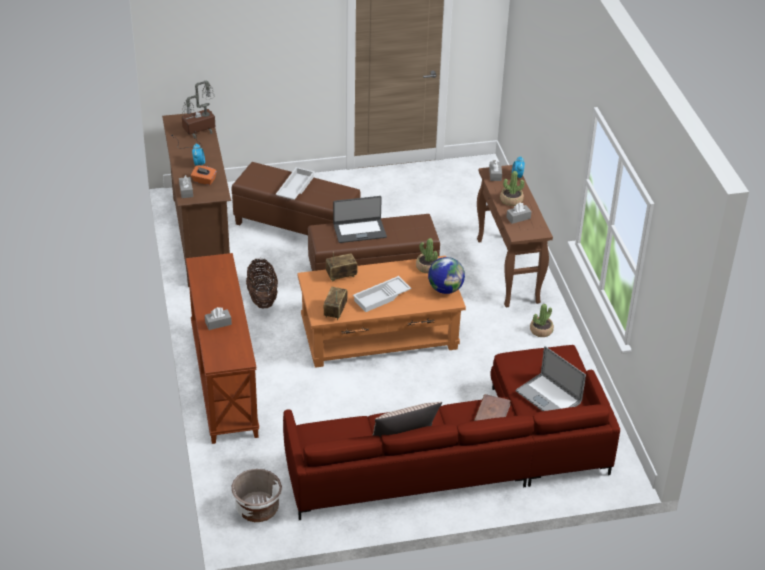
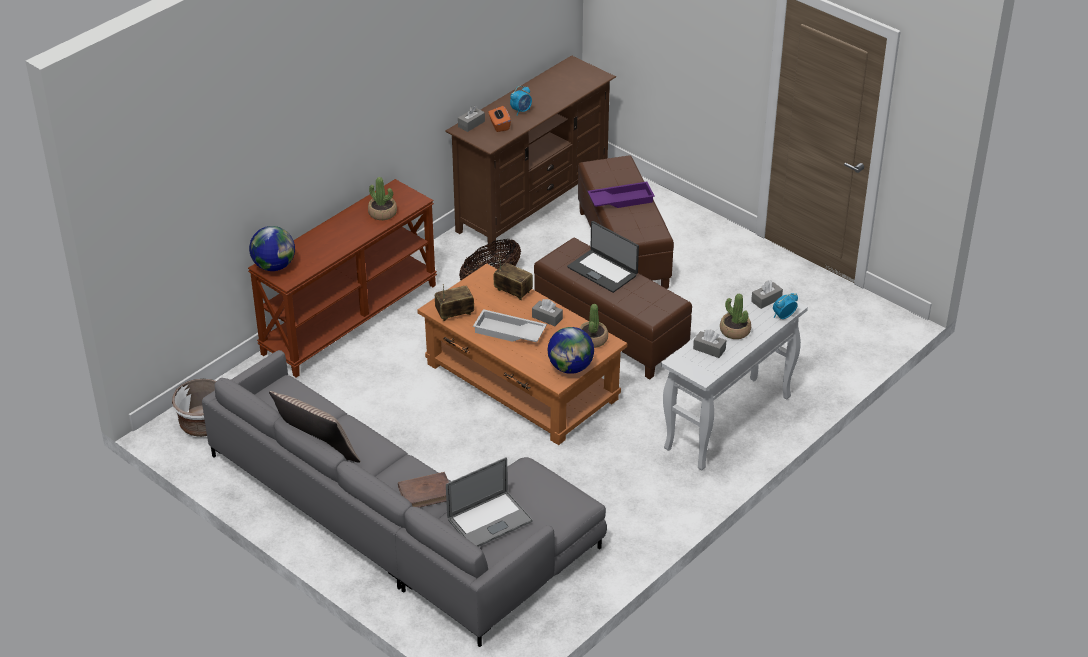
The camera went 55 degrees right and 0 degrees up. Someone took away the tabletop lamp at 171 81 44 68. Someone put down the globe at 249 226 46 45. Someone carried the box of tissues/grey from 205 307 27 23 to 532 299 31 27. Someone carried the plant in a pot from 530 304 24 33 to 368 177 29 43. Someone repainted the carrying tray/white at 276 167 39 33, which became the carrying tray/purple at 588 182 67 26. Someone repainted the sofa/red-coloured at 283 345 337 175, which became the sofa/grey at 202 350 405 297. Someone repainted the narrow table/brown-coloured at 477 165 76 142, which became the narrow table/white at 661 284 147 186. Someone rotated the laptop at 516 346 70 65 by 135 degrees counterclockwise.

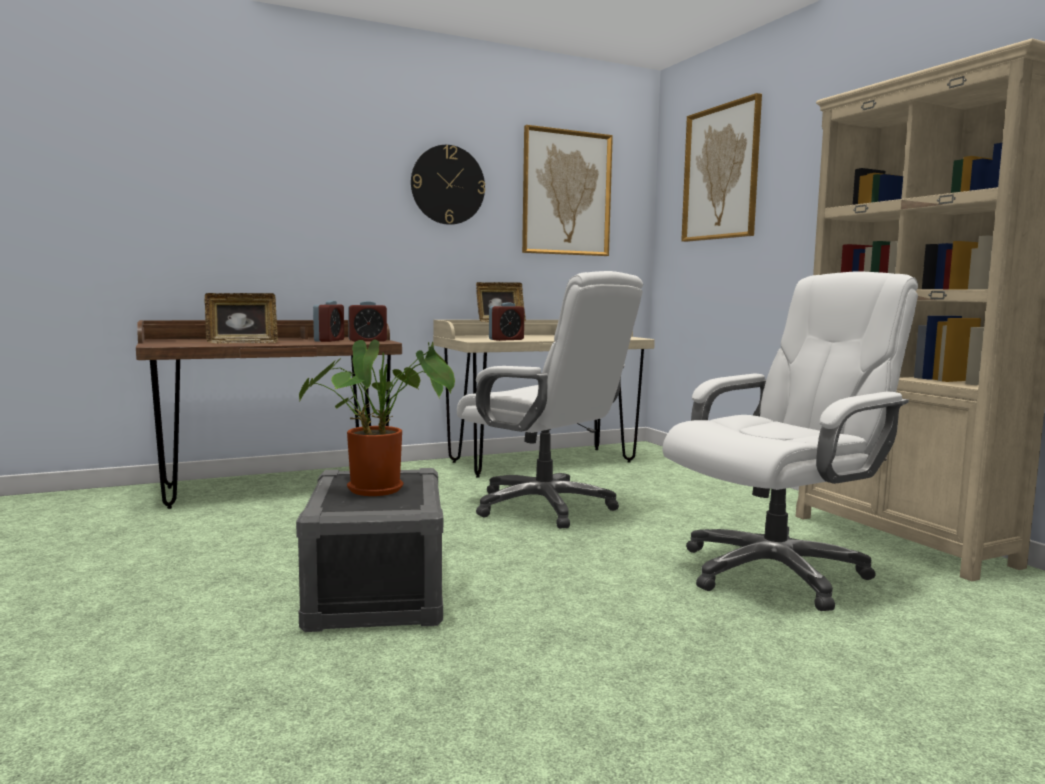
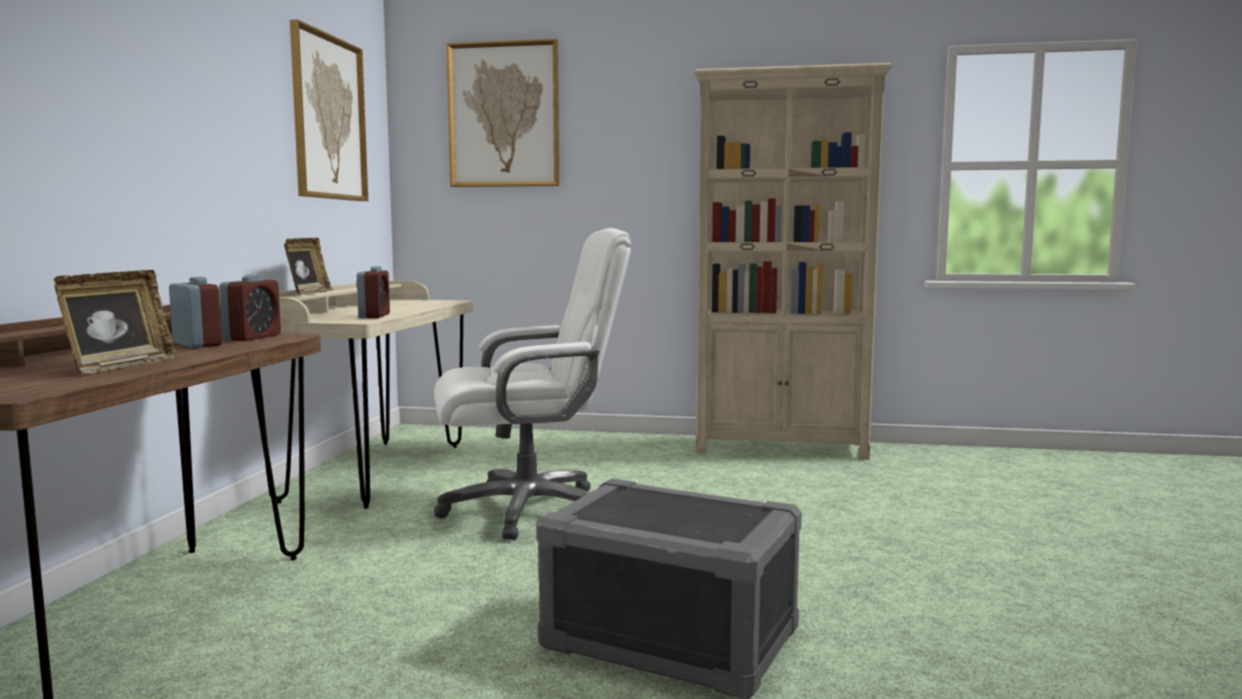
The camera went 55 degrees left and 0 degrees up. Someone took away the plant in a pot at 299 340 156 156. Someone took away the wall clock at 411 145 74 80. Someone took away the office chair/white at 662 271 256 340.

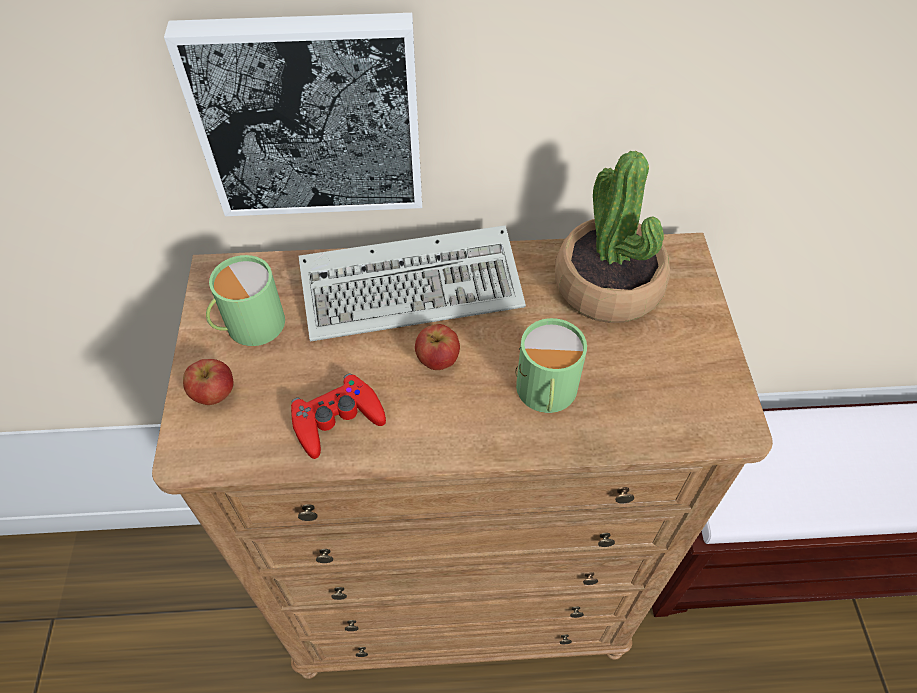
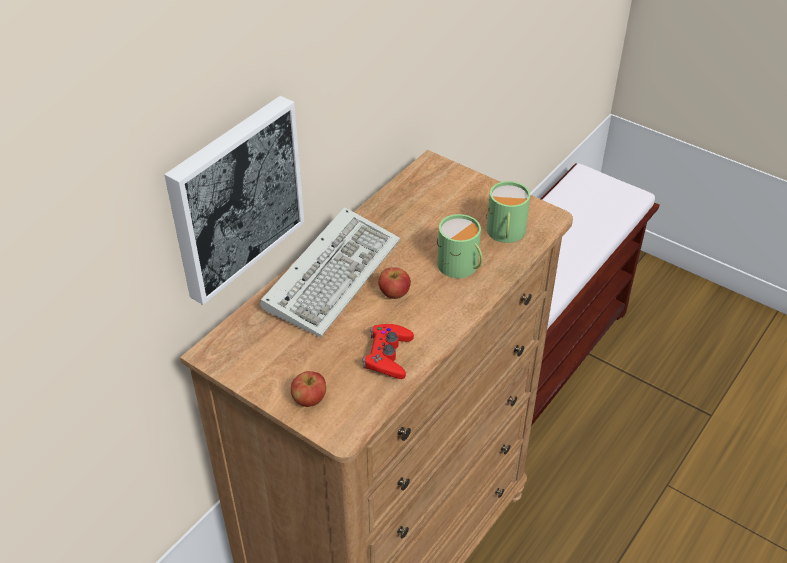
The camera went 50 degrees left and 10 degrees down. Someone took away the plant in a pot at 555 151 115 172. Someone carried the coffee mug/green from 206 255 79 91 to 486 181 44 62.

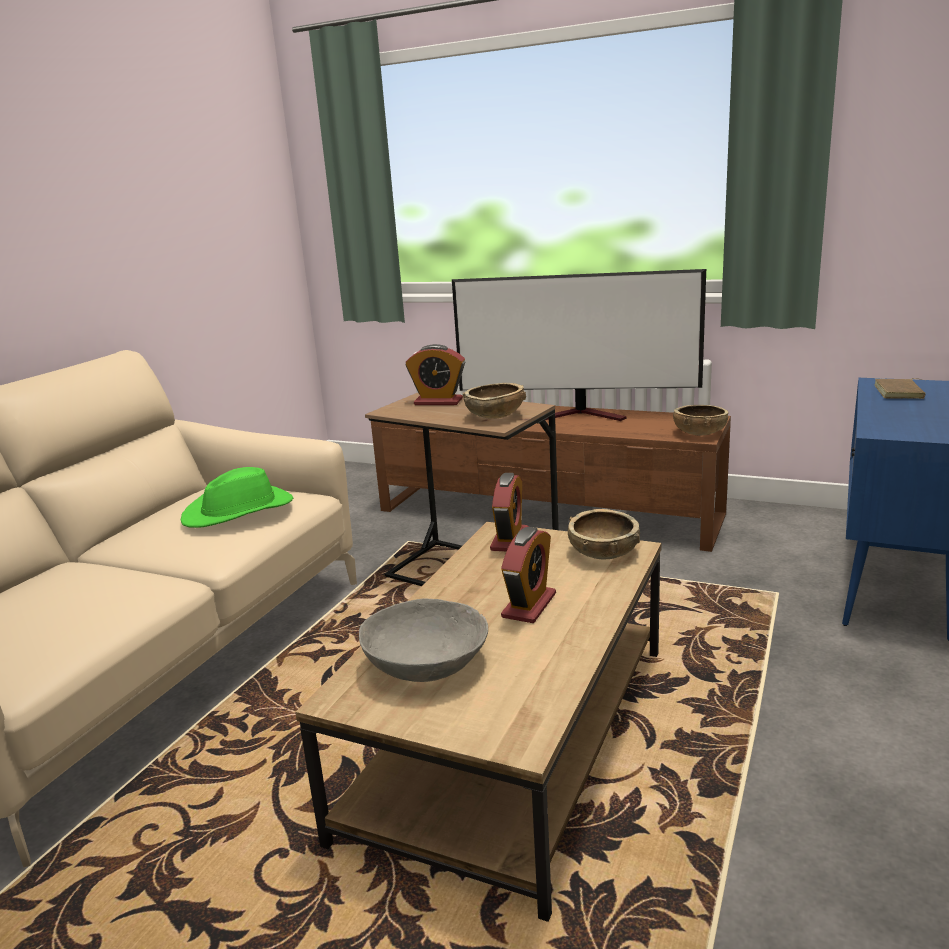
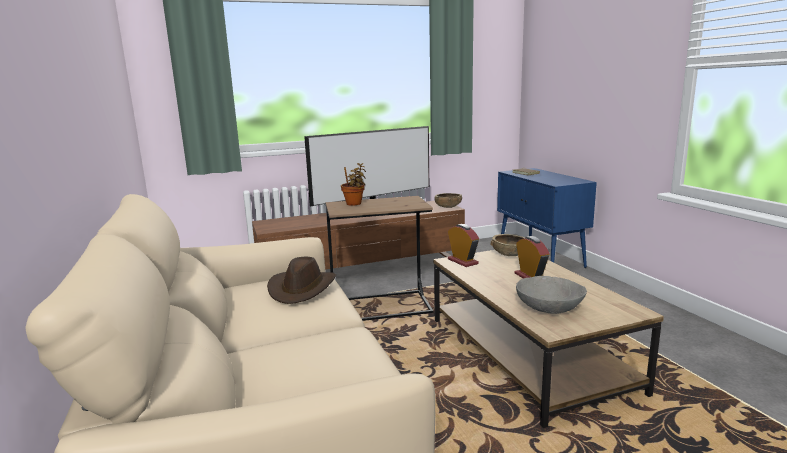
The camera went 45 degrees left and 5 degrees down. Someone took away the bowl/brown-coloured at 463 383 63 36. Someone swapped the table clock at 405 344 60 61 for the plant in a pot at 341 163 25 42. Someone repainted the wearable hat/green at 181 467 113 61, which became the wearable hat/brown-coloured at 267 257 69 47.

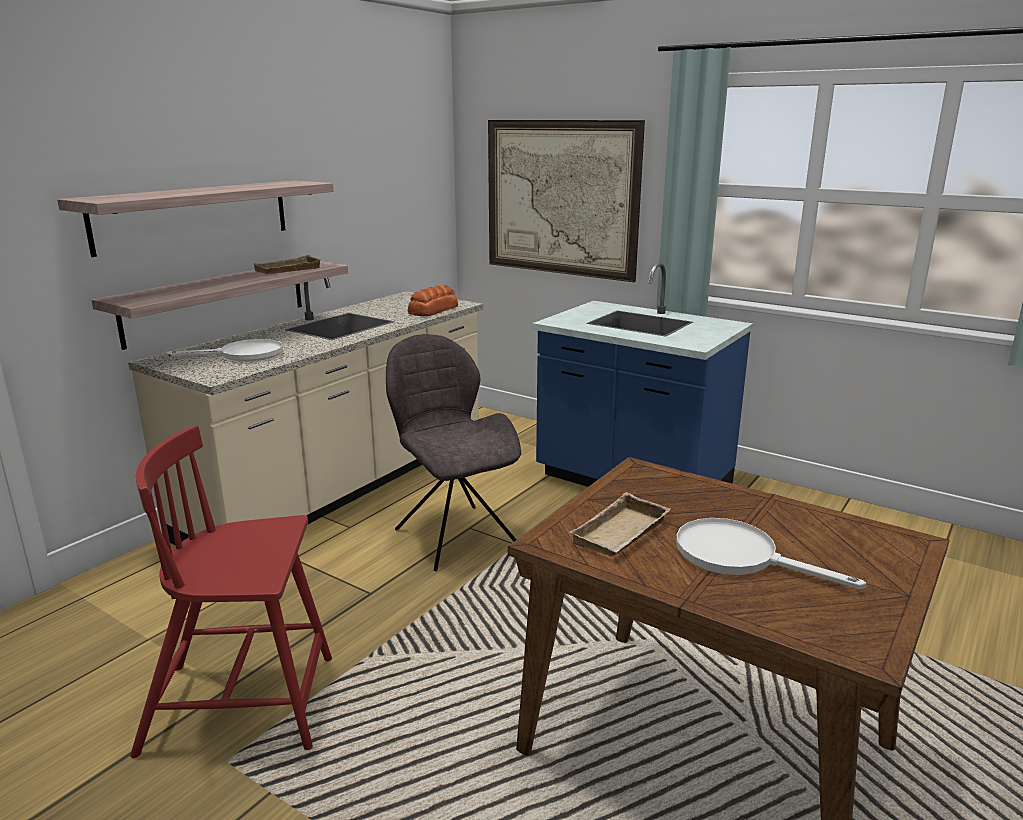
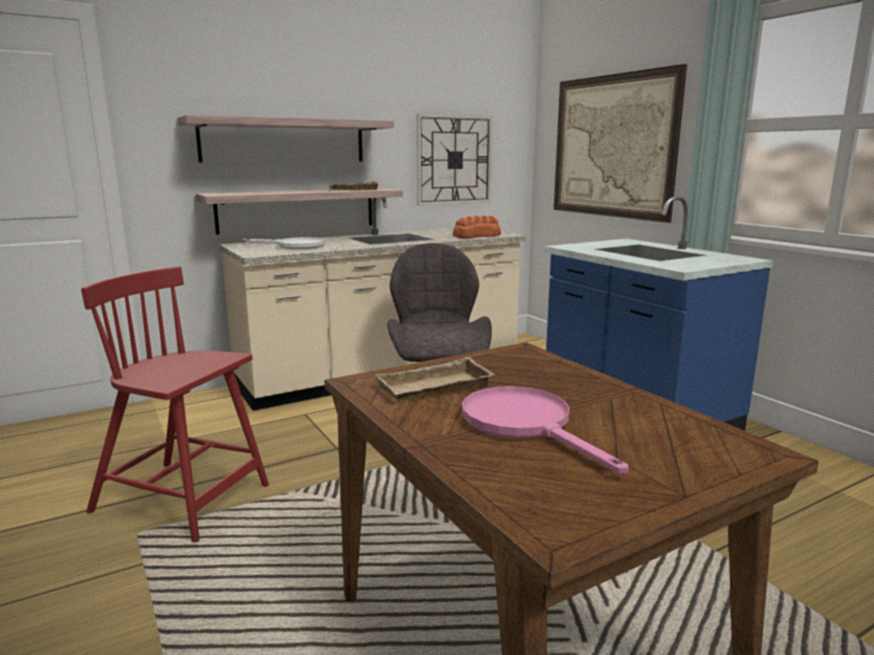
The camera went 25 degrees right and 5 degrees down. Someone put up the wall clock at 416 114 77 92. Someone repainted the pan/white at 676 518 190 71, which became the pan/pink-coloured at 462 386 166 88.

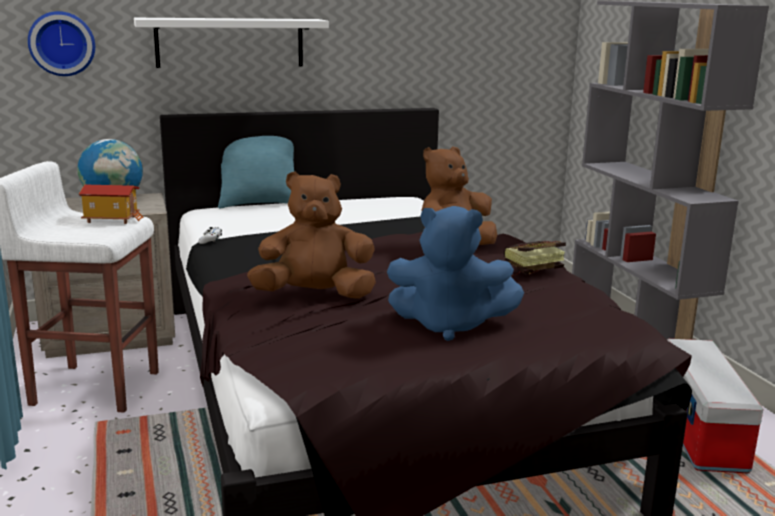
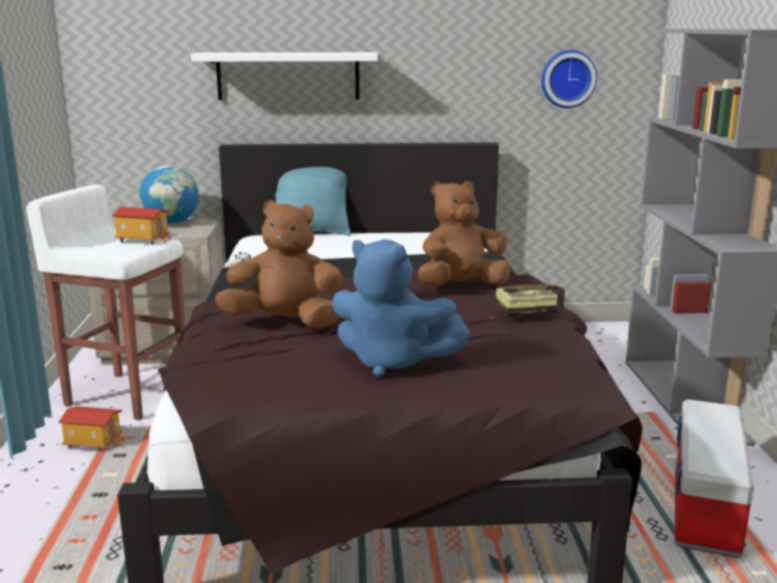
The camera went 15 degrees right and 0 degrees up. Someone put down the toy house at 59 406 66 44. Someone carried the wall clock from 28 11 67 65 to 541 50 56 58.

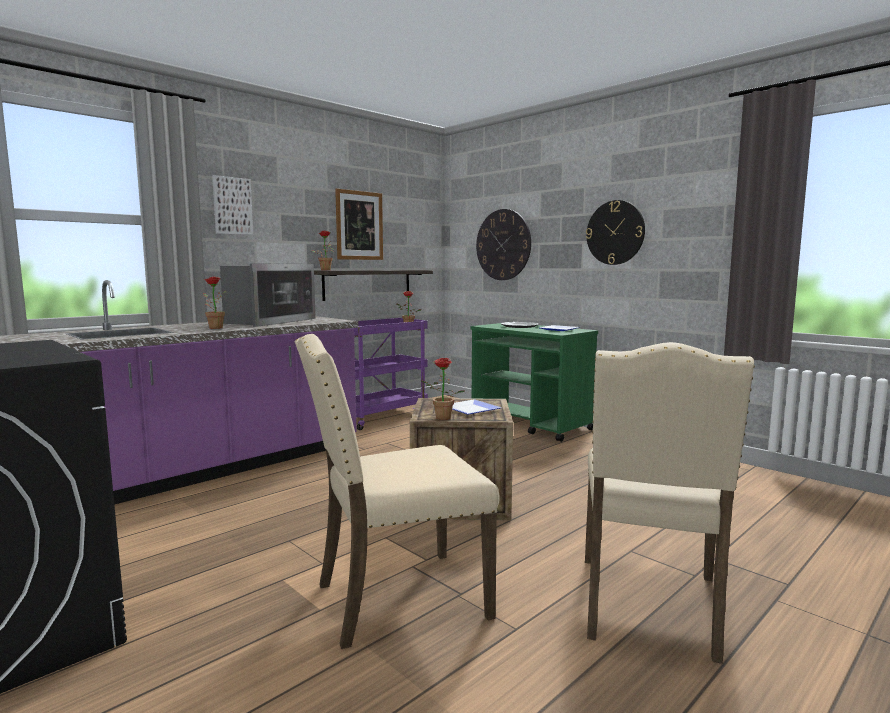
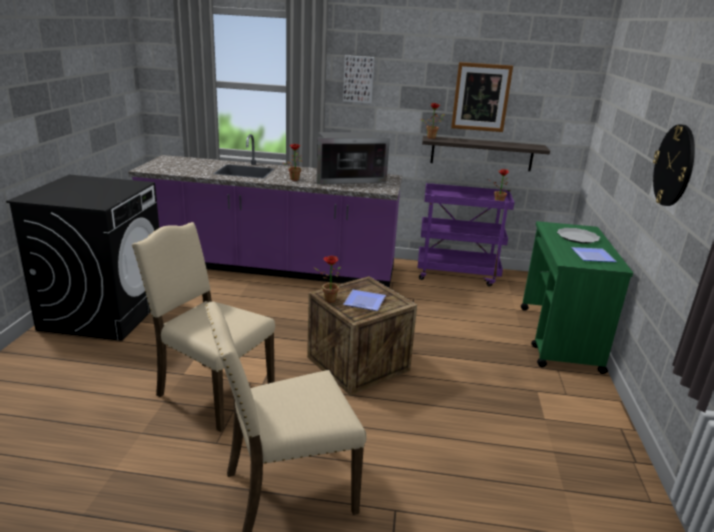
The camera went 50 degrees right and 15 degrees up. Someone took away the wall clock at 476 209 55 71.

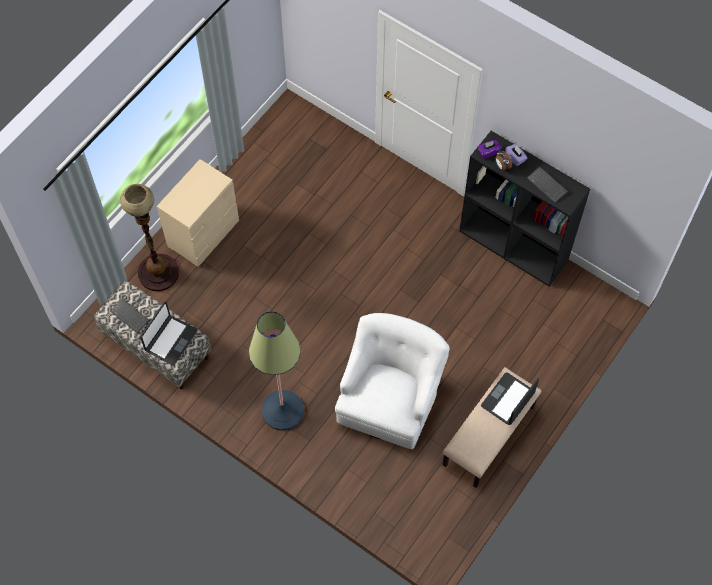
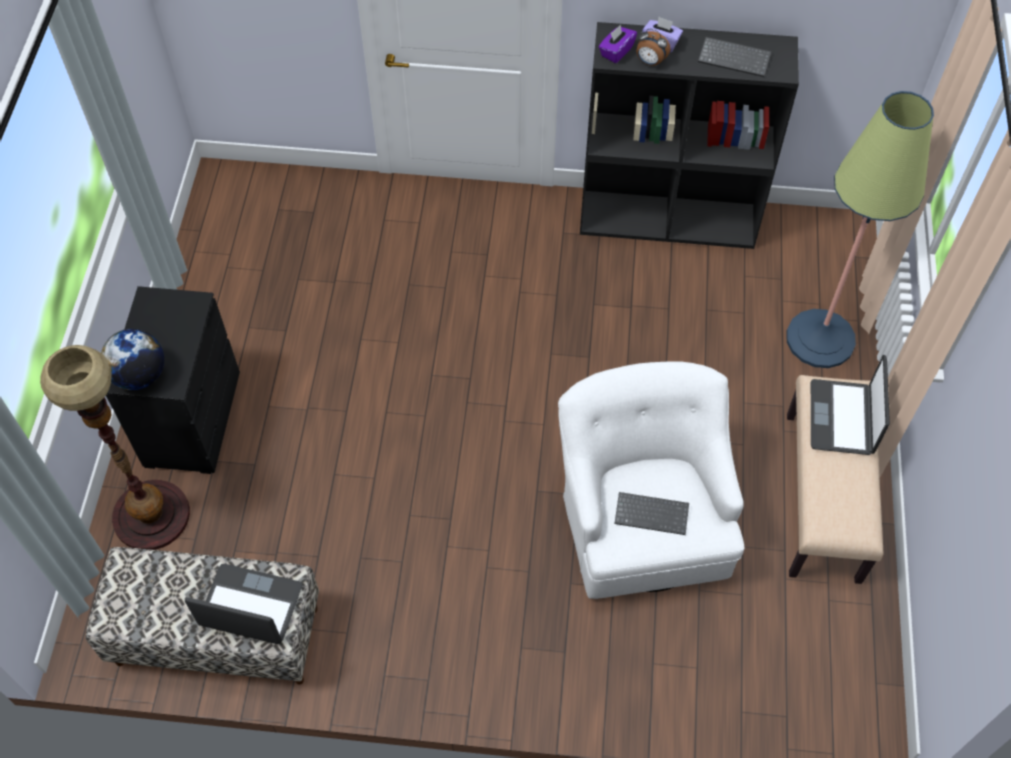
The camera went 30 degrees left and 5 degrees down. Someone put down the globe at 101 329 63 61. Someone carried the PC keyboard from 110 298 39 35 to 614 492 75 43. Someone carried the standing lamp from 249 311 55 120 to 786 91 148 277. Someone repainted the dresser/sand-coloured at 157 159 82 108, which became the dresser/black-coloured at 106 286 134 188. Someone rotated the laptop at 140 301 57 65 by 75 degrees counterclockwise.

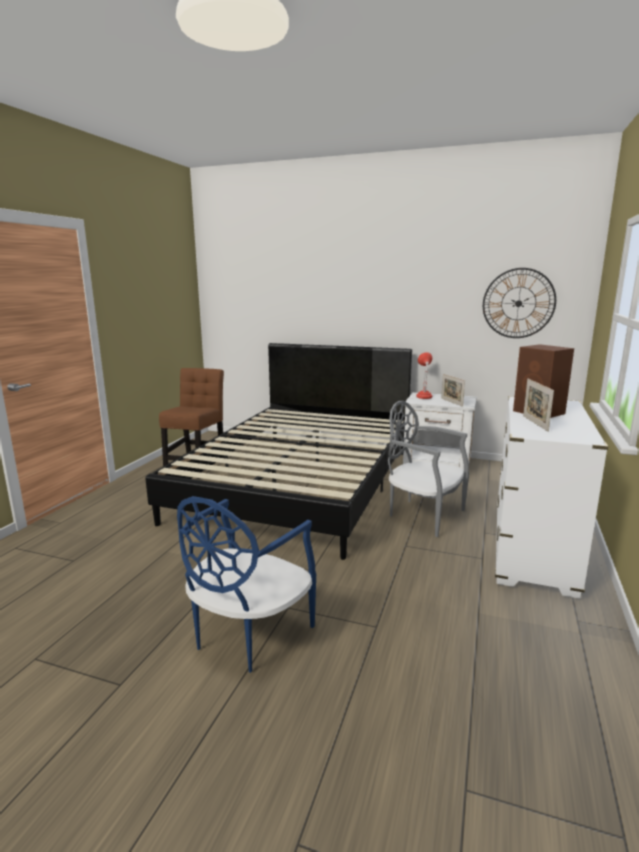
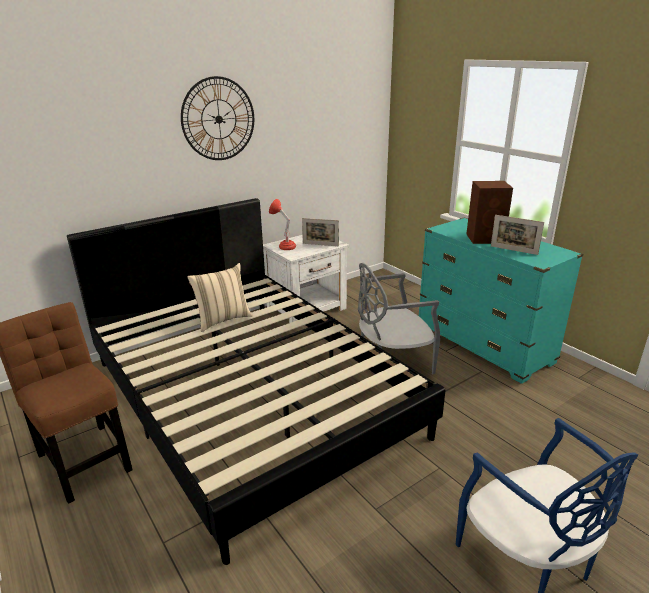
The camera went 55 degrees left and 10 degrees up. Someone put down the cushion/sand-coloured at 187 263 66 69. Someone carried the wall clock from 483 268 73 70 to 181 76 73 84. Someone repainted the dresser/white at 495 396 113 203, which became the dresser/turquoise-coloured at 419 217 164 167.

